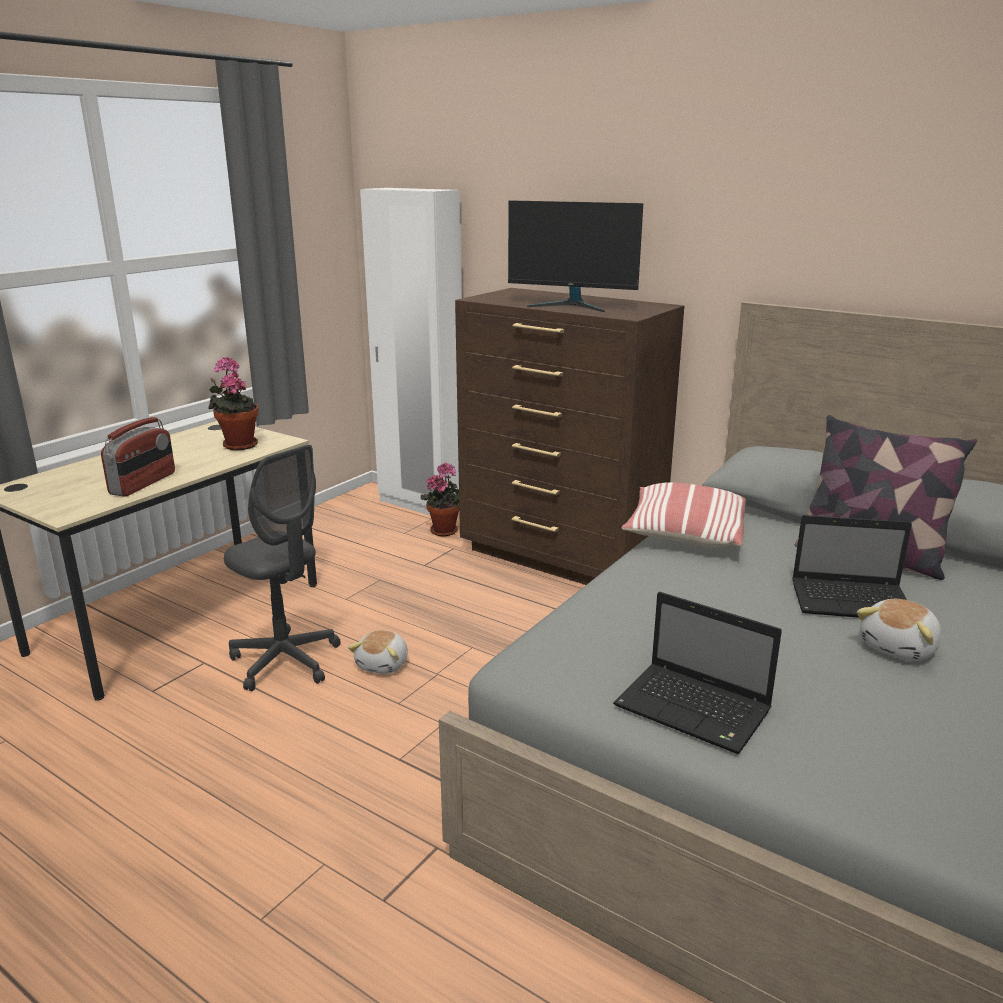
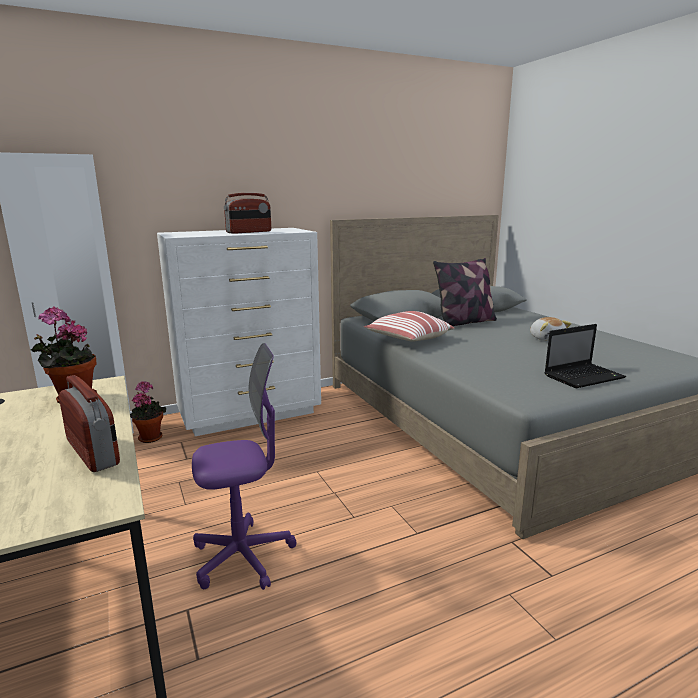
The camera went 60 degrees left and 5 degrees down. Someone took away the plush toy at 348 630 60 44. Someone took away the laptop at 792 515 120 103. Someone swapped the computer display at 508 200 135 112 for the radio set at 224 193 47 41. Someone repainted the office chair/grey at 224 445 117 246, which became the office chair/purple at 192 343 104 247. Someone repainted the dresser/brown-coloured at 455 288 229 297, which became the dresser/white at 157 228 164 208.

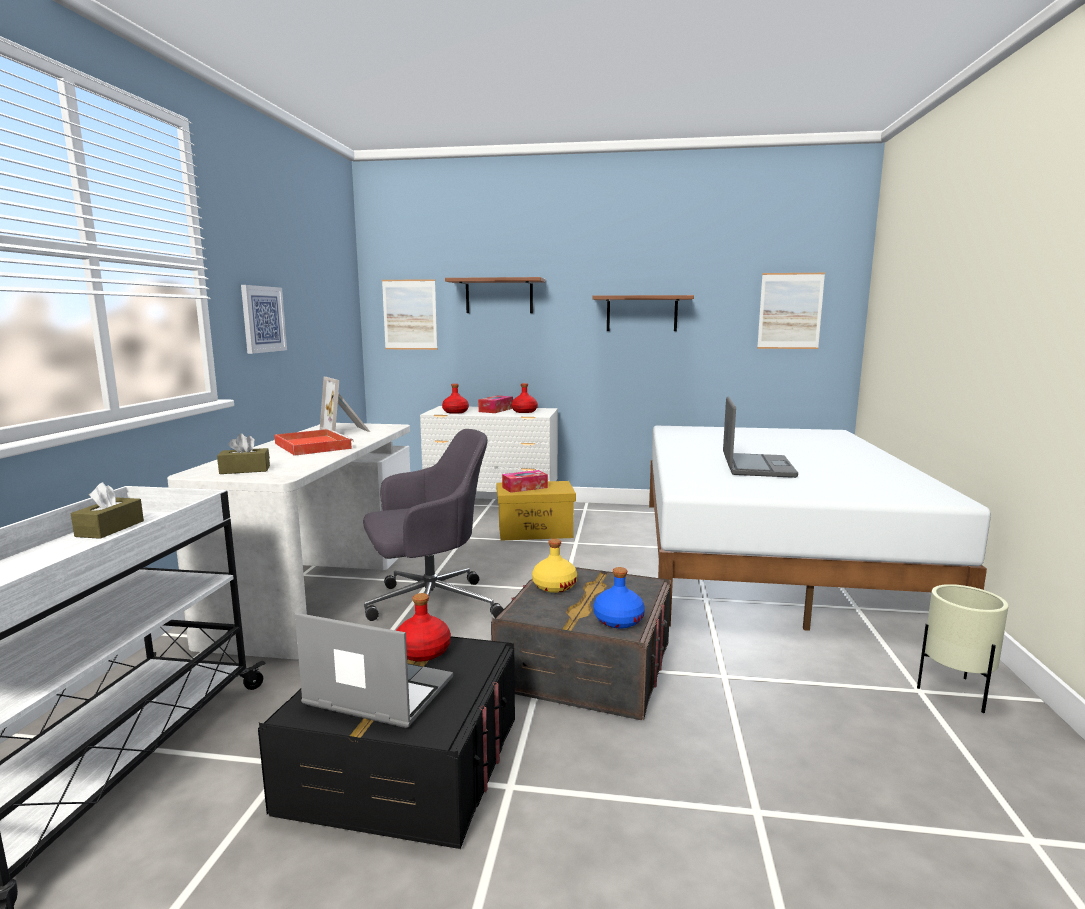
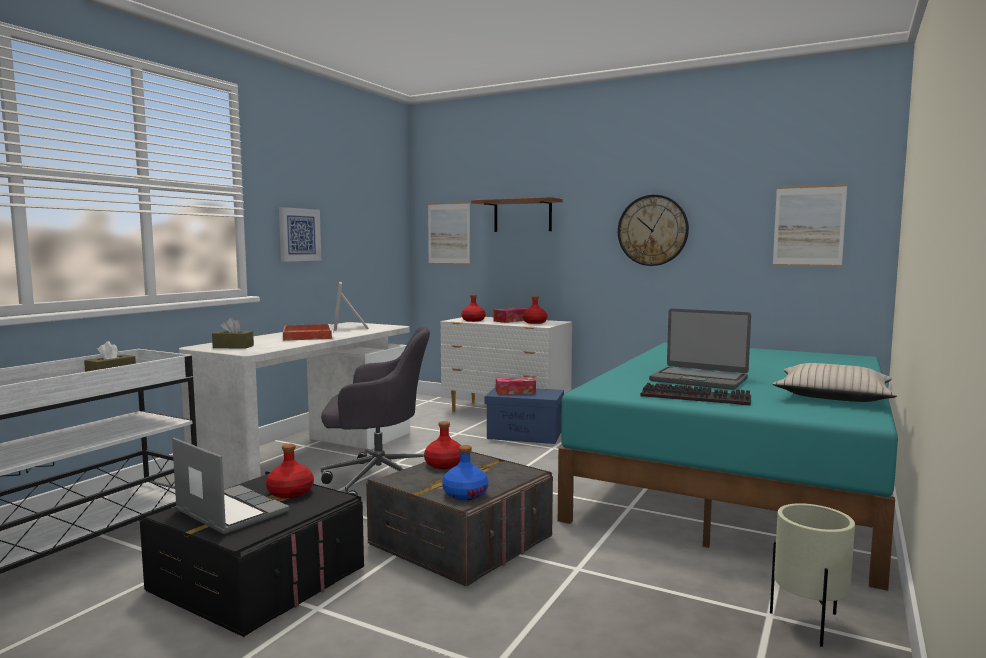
The camera went 20 degrees right and 5 degrees down. Someone put down the PC keyboard at 641 383 110 23. Someone put down the cushion/sand-coloured at 773 363 124 39. Someone swapped the bracket shelf/brown-coloured at 593 295 101 36 for the wall clock at 618 195 71 71. Someone repainted the storage bin/yellowish at 496 481 80 60, which became the storage bin/blue at 485 387 79 57. Someone repainted the drink bottle/yellowish at 532 539 45 54, which became the drink bottle/red-coloured at 424 421 37 48. Someone repainted the sleeping bed/white at 649 426 342 205, which became the sleeping bed/turquoise-coloured at 558 342 340 249. Someone rotated the laptop at 723 396 75 82 by 90 degrees clockwise.

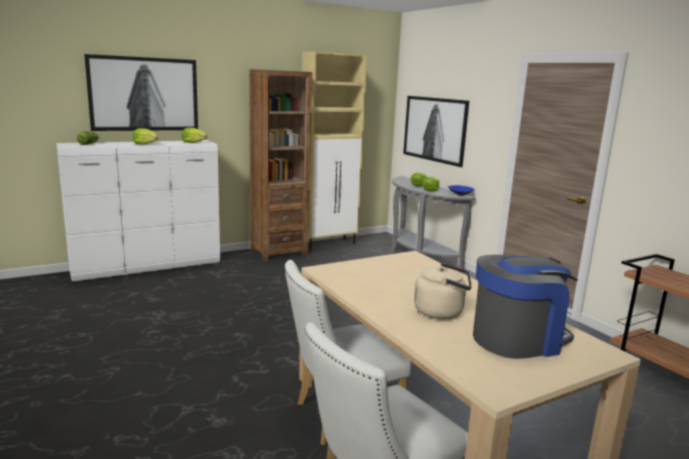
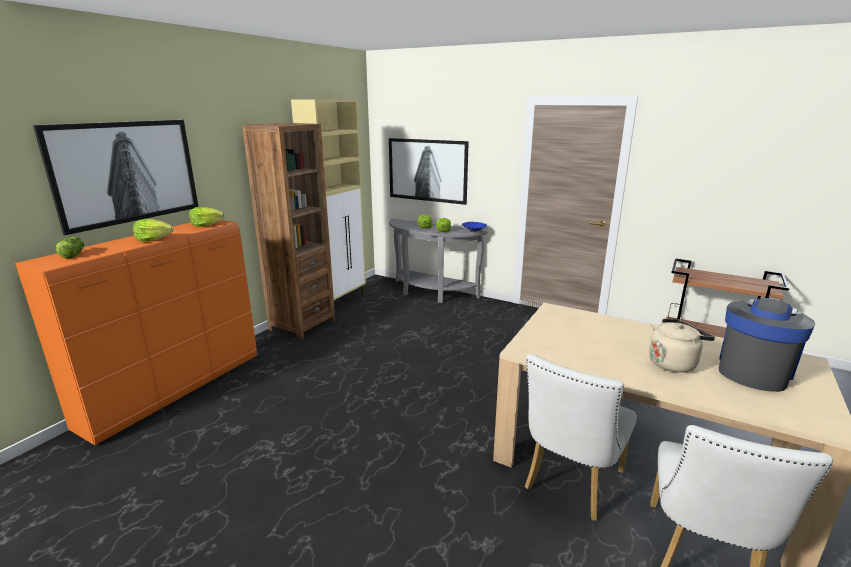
The camera went 30 degrees left and 5 degrees up. Someone repainted the dresser/white at 56 140 164 142, which became the dresser/orange-coloured at 15 220 242 225.

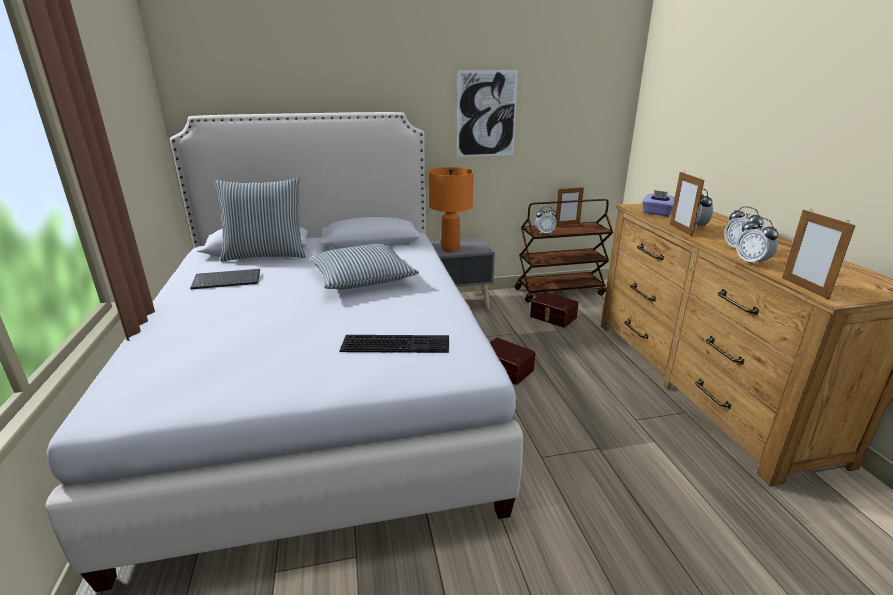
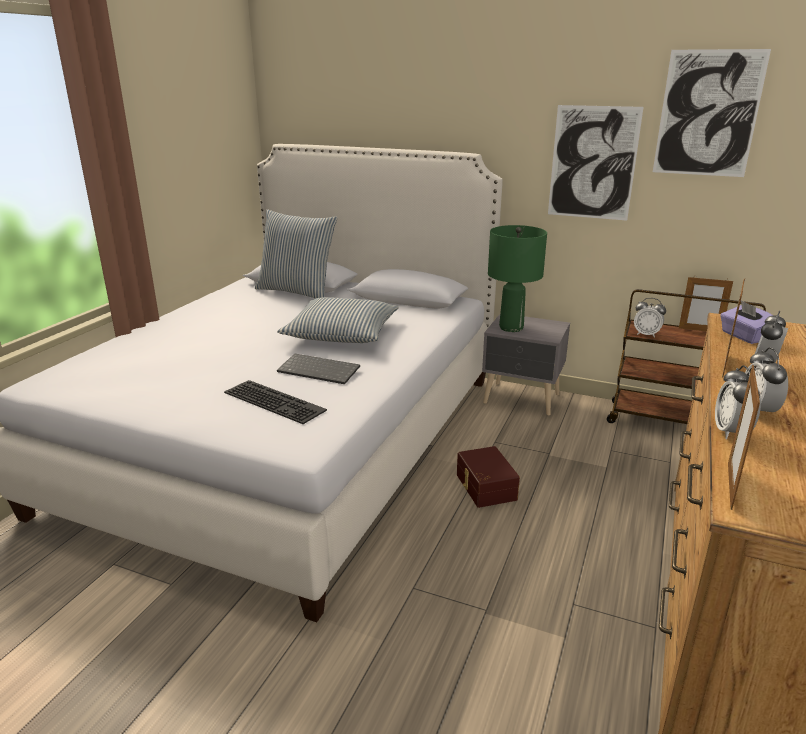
The camera went 35 degrees right and 0 degrees up. Someone took away the storage bin/brown-coloured at 530 292 49 36. Someone put up the wall picture at 653 49 118 128. Someone carried the PC keyboard from 191 269 69 20 to 277 353 83 31. Someone repainted the tabletop lamp/orange-coloured at 429 167 44 85, which became the tabletop lamp/green at 488 225 59 107.

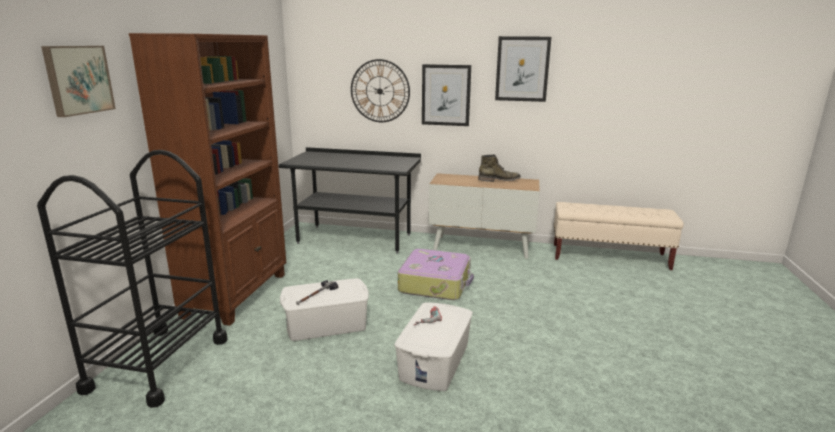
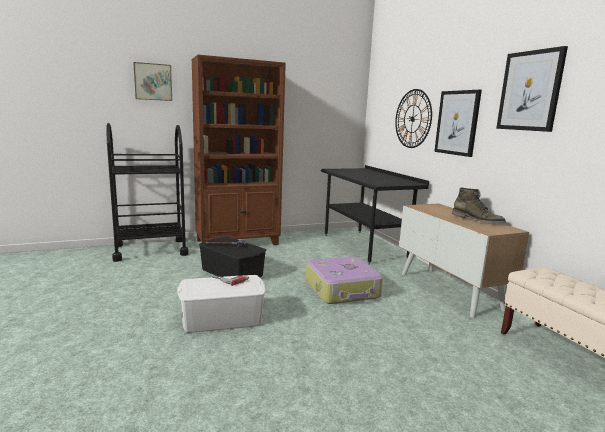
The camera went 55 degrees right and 5 degrees down. Someone repainted the storage bin/white at 280 278 89 63, which became the storage bin/black-coloured at 199 237 67 40.

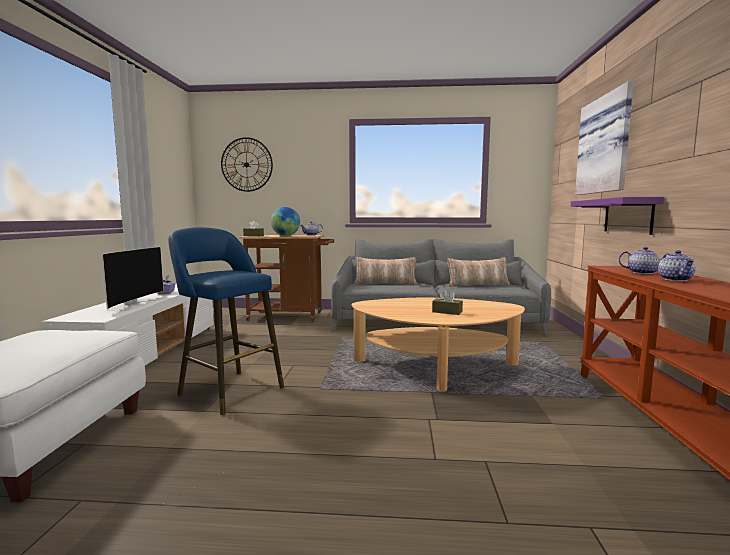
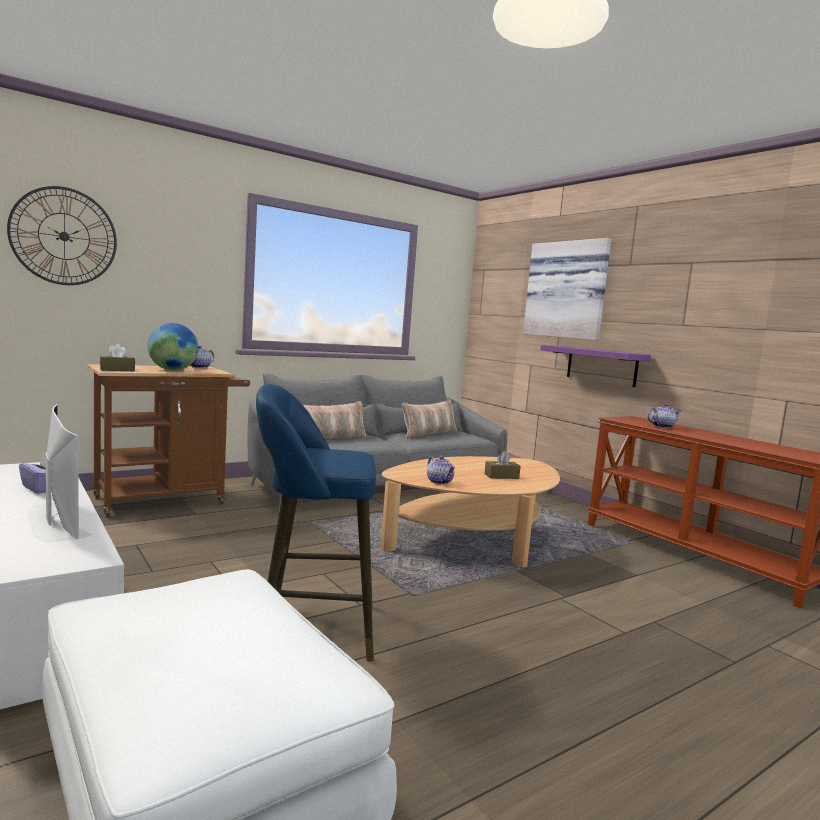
The camera went 40 degrees left and 0 degrees up. Someone carried the pot for tea from 658 250 38 31 to 427 456 28 29.

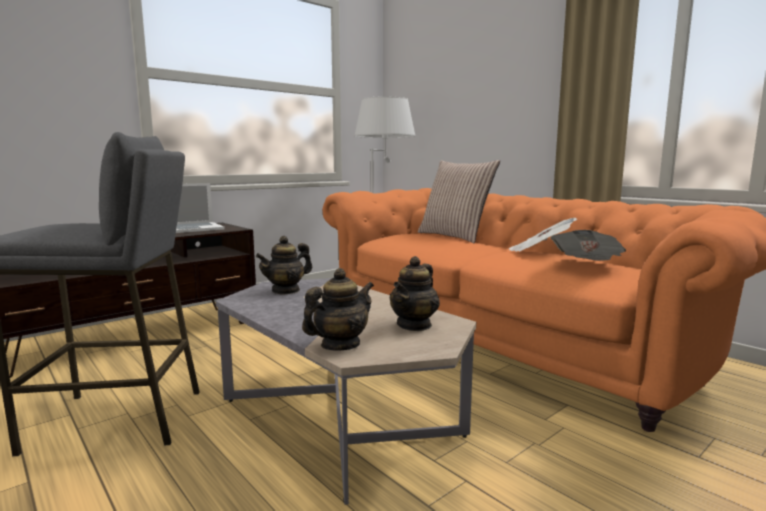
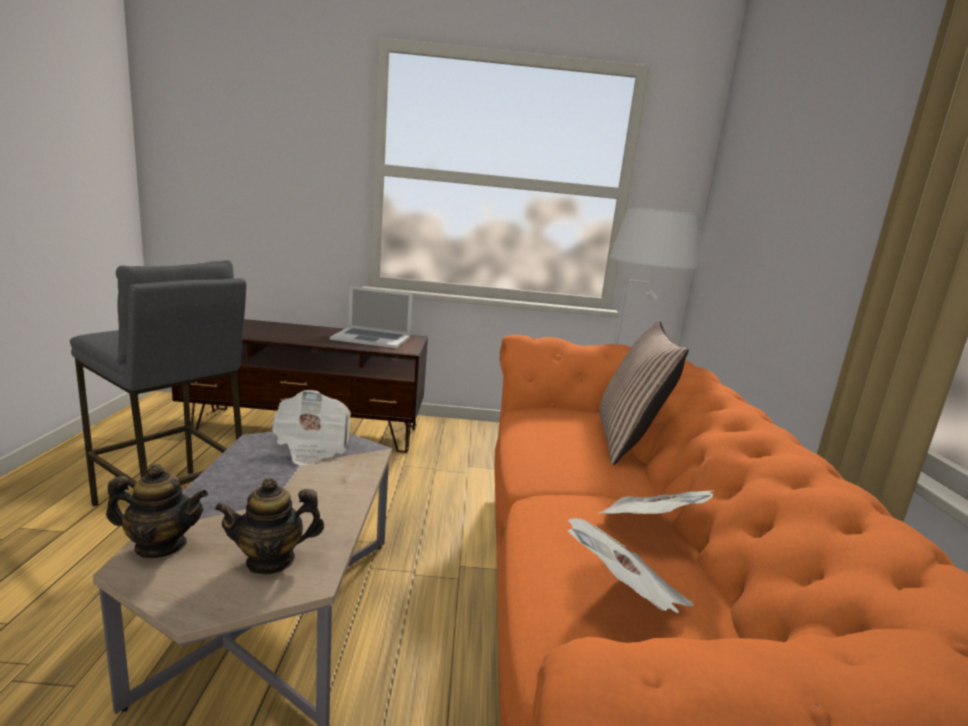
The camera went 40 degrees right and 5 degrees up. Someone swapped the pot for tea at 256 236 56 59 for the daily paper at 271 390 80 76.

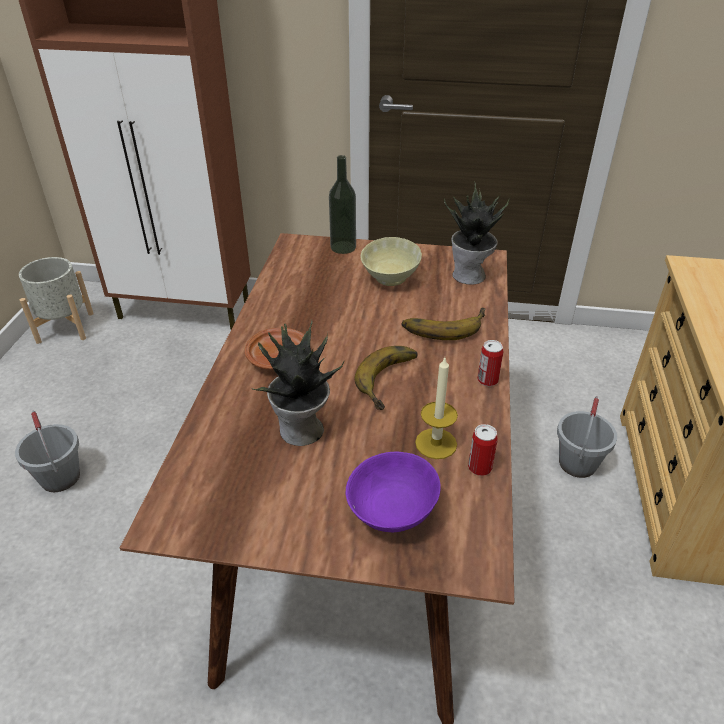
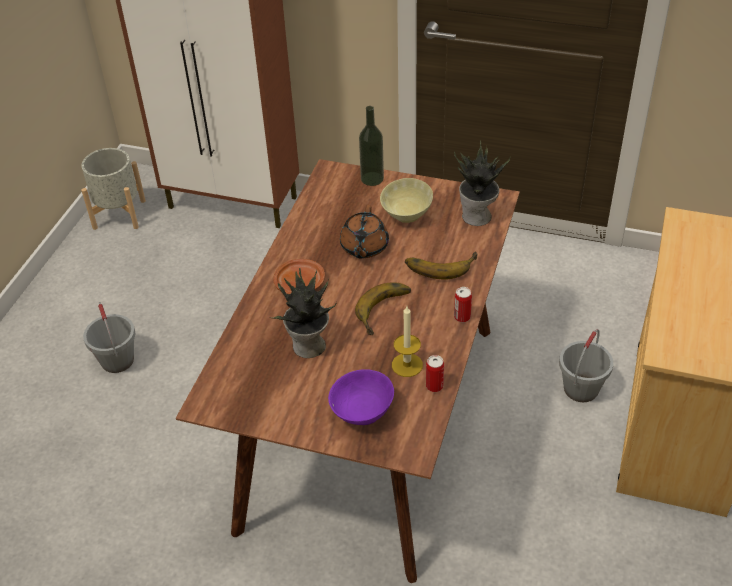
The camera went 10 degrees right and 5 degrees up. Someone put down the pot for tea/brown-coloured at 340 205 49 53.

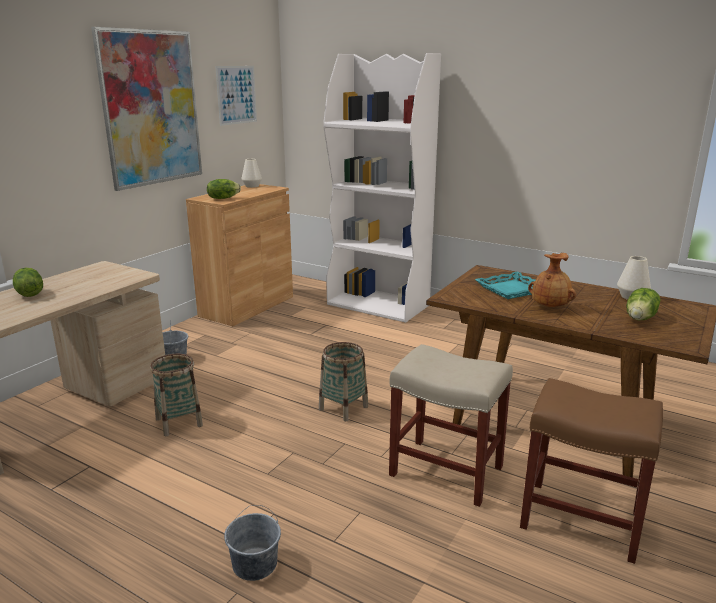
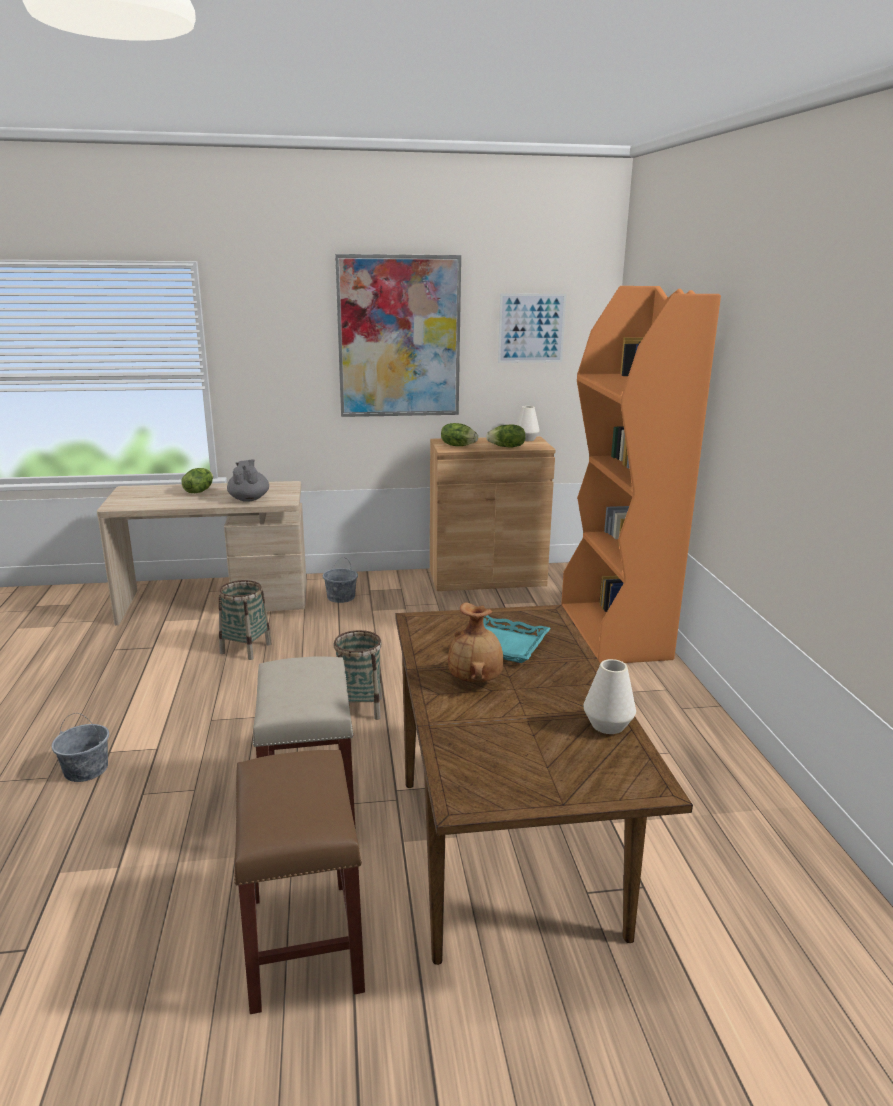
The camera went 50 degrees right and 0 degrees up. Someone put down the pot for tea/grey at 227 459 42 43. Someone carried the lettuce from 626 288 34 32 to 486 424 40 23. Someone repainted the bookcase/white at 323 53 118 270, which became the bookcase/orange-coloured at 561 286 160 377.

